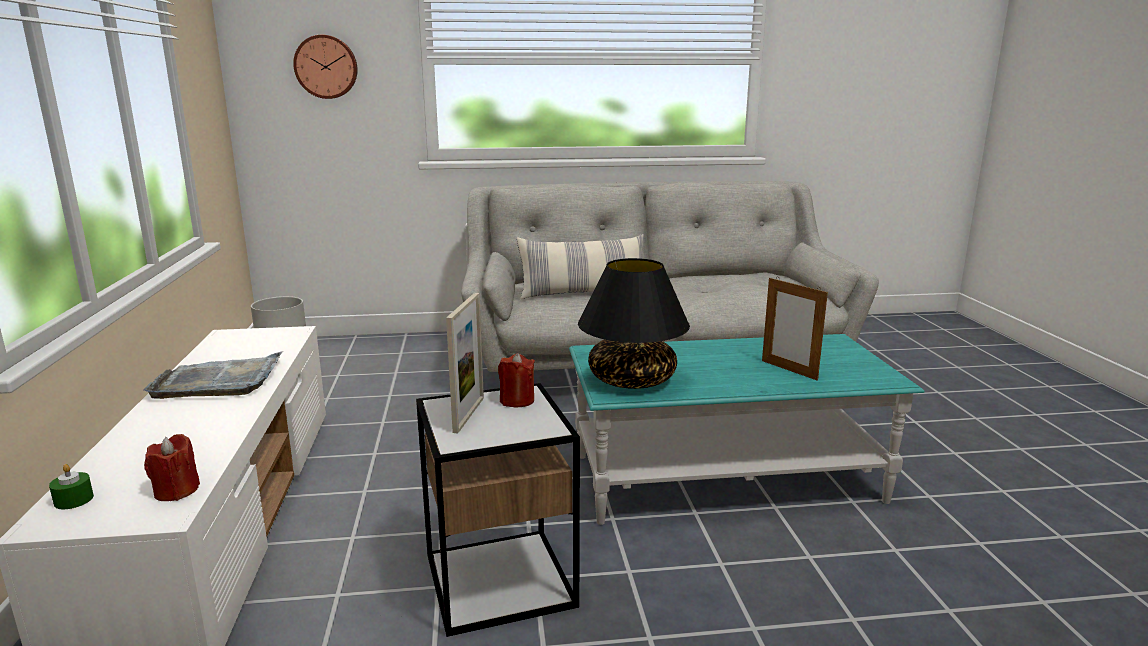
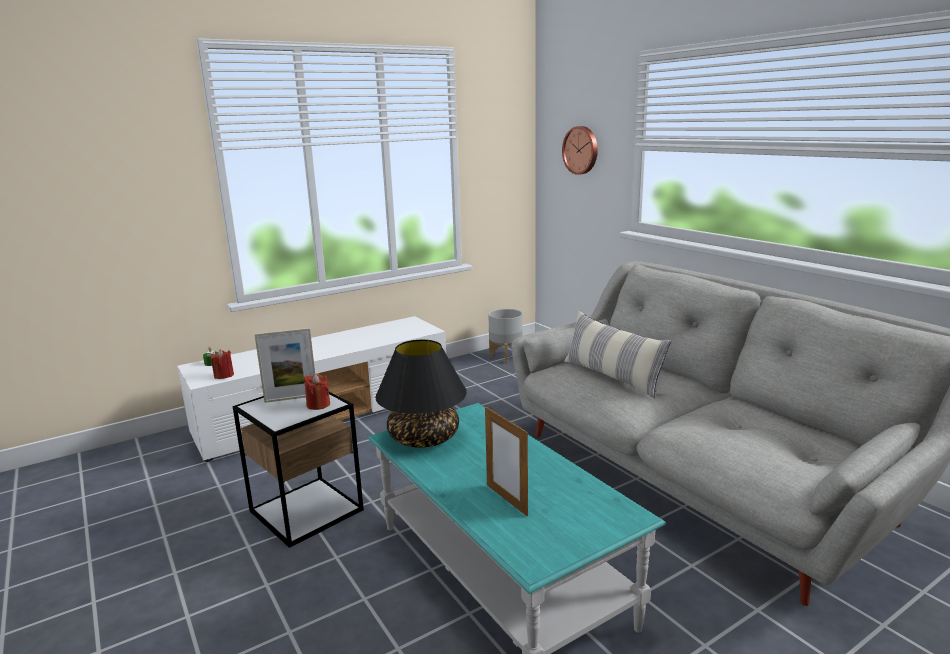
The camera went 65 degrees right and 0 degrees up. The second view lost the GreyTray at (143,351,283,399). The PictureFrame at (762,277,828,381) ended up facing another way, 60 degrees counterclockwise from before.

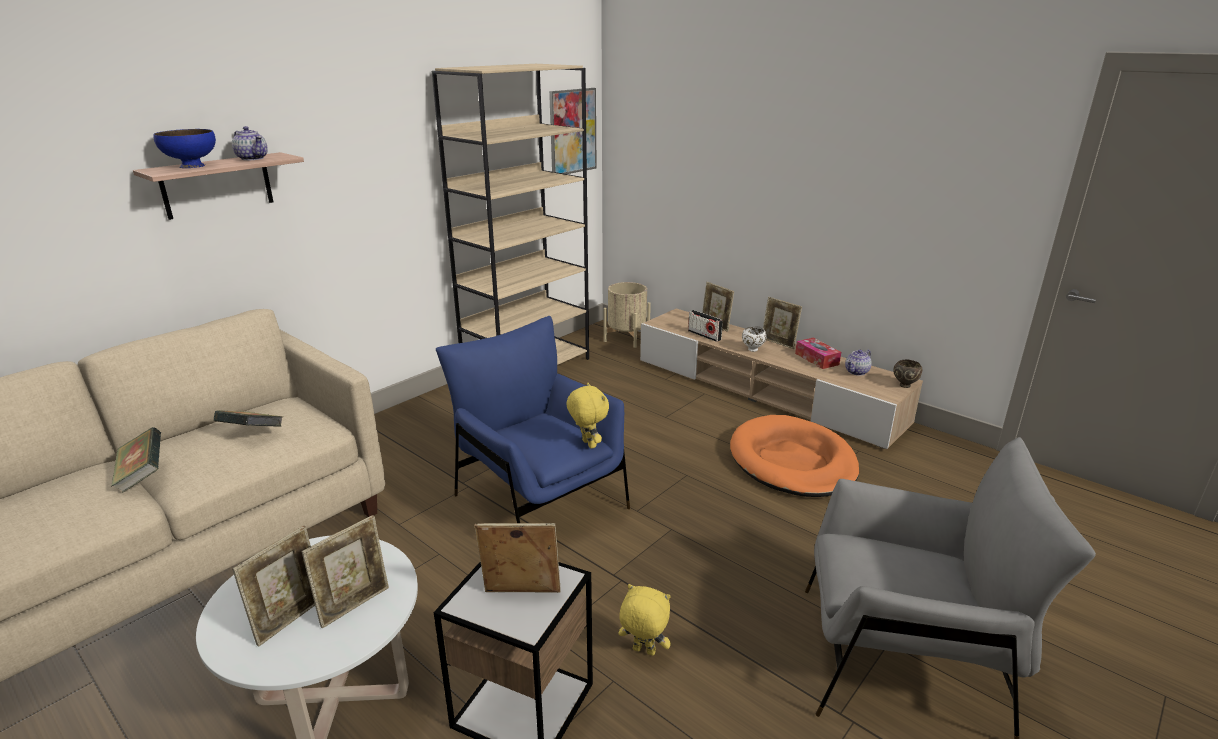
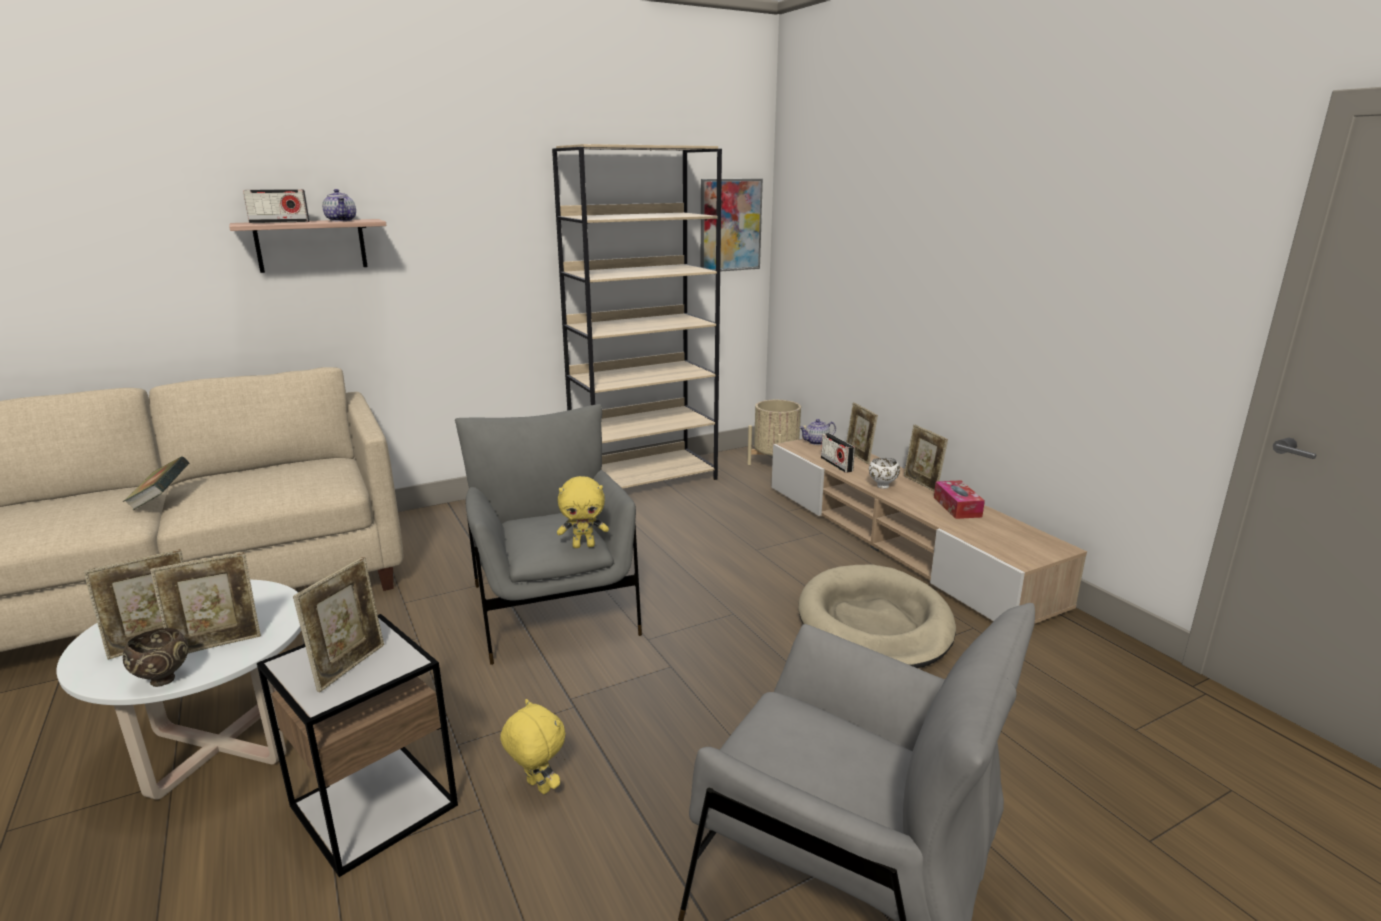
The camera went 20 degrees right and 5 degrees down. Where the BlueBowl stood at (153,129,216,168), the Radio came to stand at (243,189,309,223). The second view lost the Book at (214,410,283,427). What was the BlueArmchair at (436,316,630,523) turned into the GreyArmchair at (455,404,642,665). The PictureFrame at (475,523,561,593) ended up facing another way, 90 degrees clockwise from before. The YellowPlushToy at (567,382,609,449) ended up facing another way, 90 degrees clockwise from before. What was the OrangeDogBed at (730,415,859,497) turned into the BeigeDogBed at (798,565,956,668). The Teapot ended up elsewhere, having gone from (845,350,872,376) to (799,419,836,445). The BrownBowl ended up elsewhere, having gone from (893,359,922,388) to (123,628,189,687).

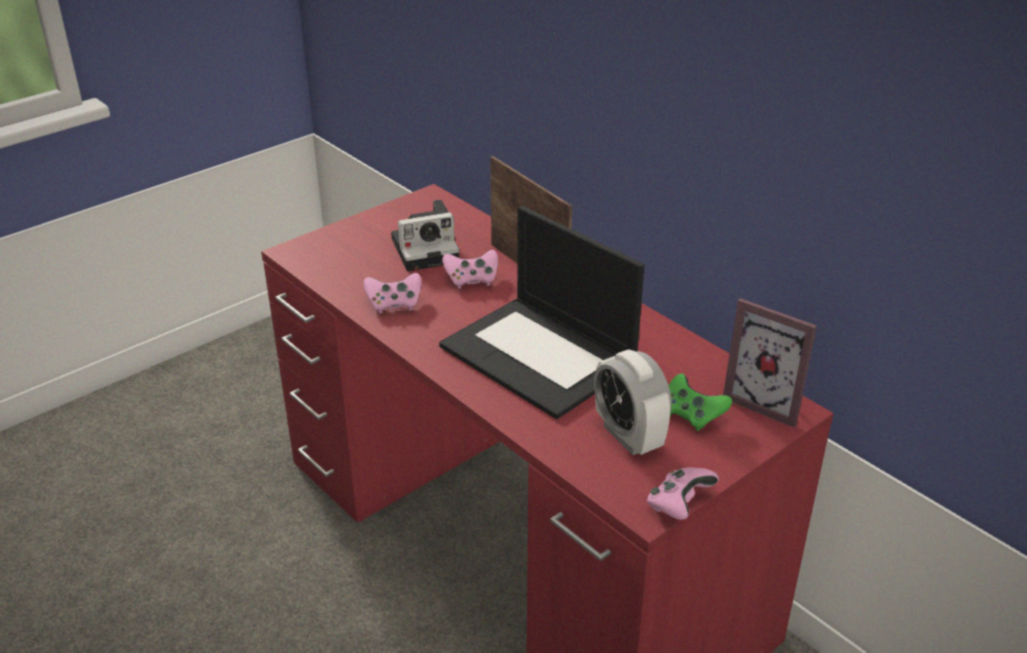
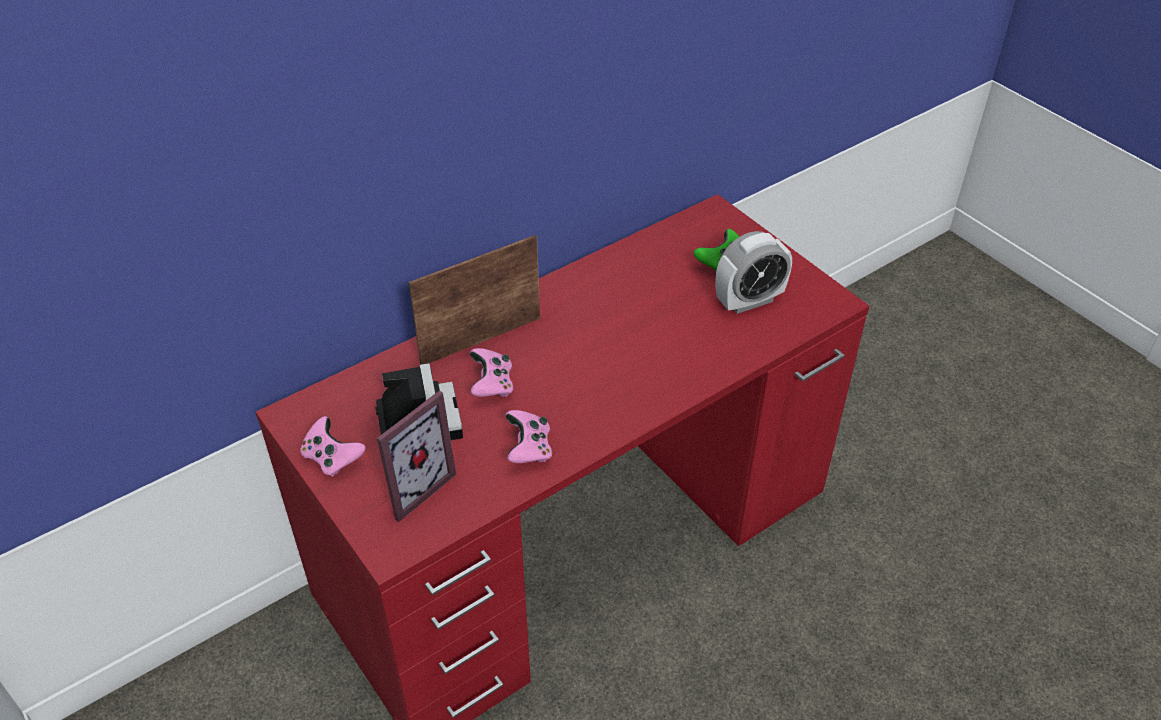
The camera went 85 degrees left and 10 degrees up. The second view lost the Laptop at (439,206,645,419). The PinkGameController ended up elsewhere, having gone from (647,468,719,520) to (300,416,366,477). The PictureFrame ended up elsewhere, having gone from (723,298,817,428) to (377,391,456,522).

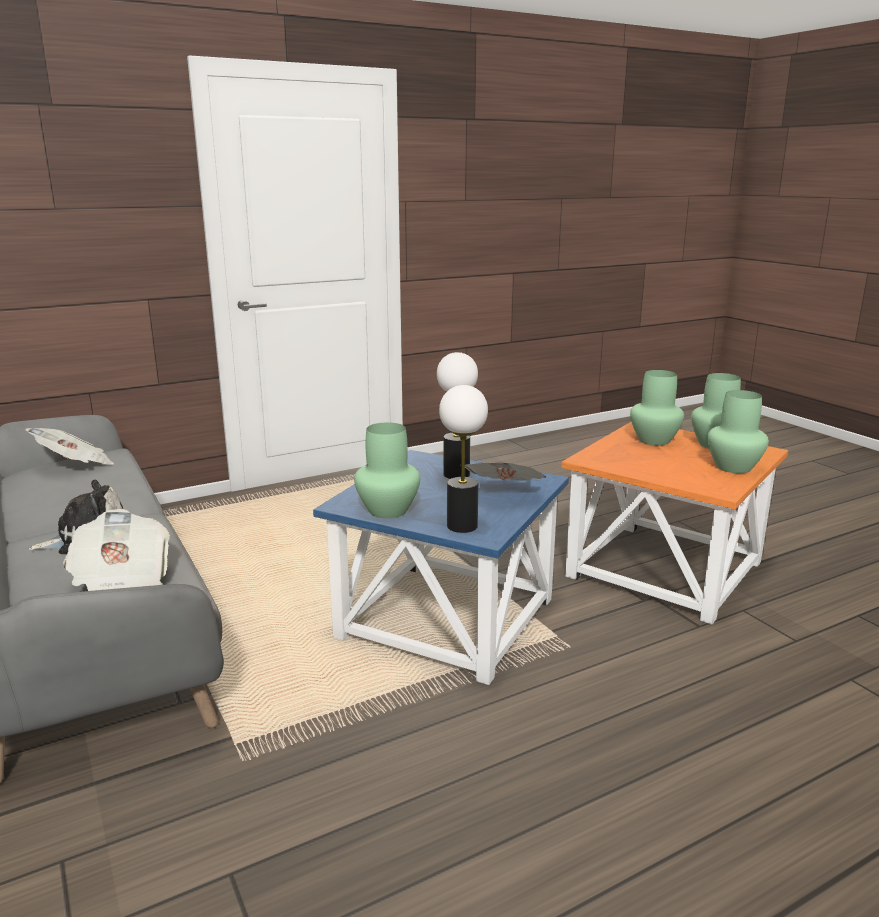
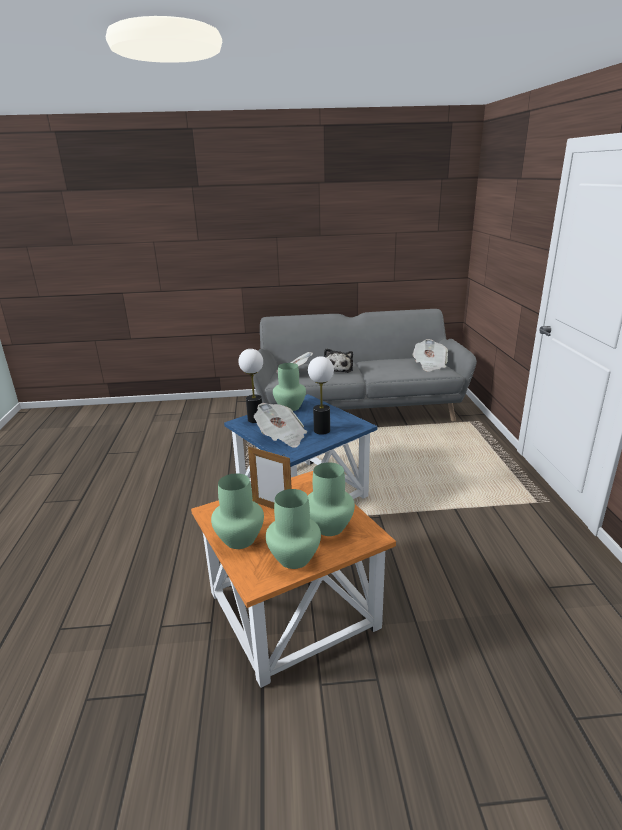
The camera went 115 degrees right and 5 degrees up. The second view gained the PictureFrame at (248,446,292,509).

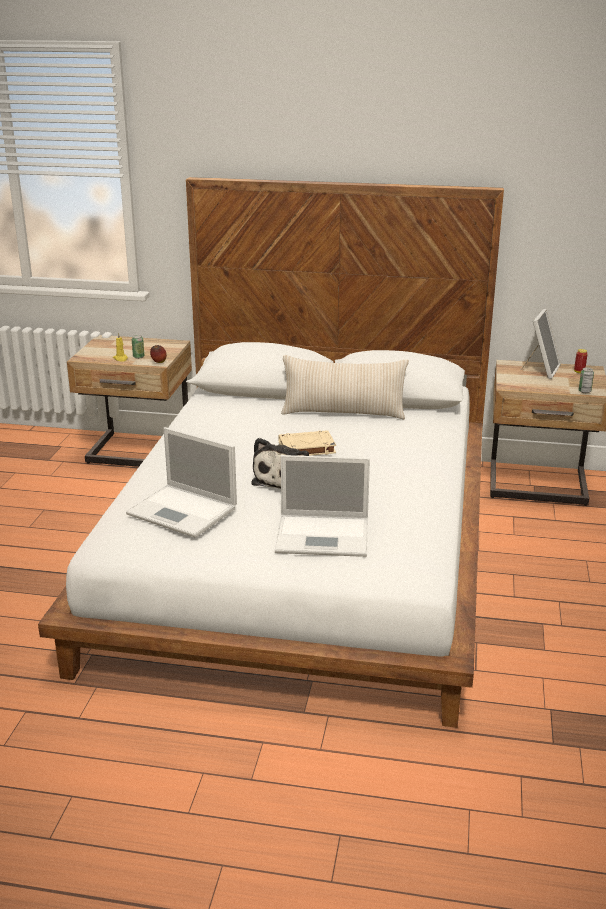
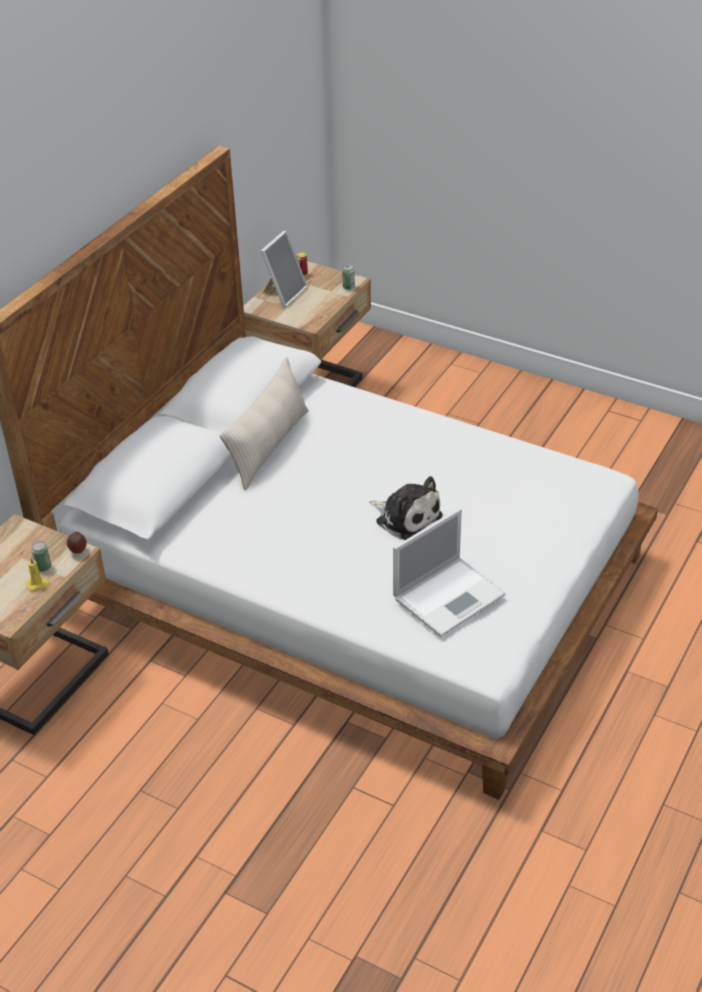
The camera went 70 degrees left and 15 degrees up. The second view lost the Laptop at (275,455,370,557). The second view lost the BeigeBook at (278,430,336,456). The PictureFrame at (521,309,561,379) ended up facing another way, 75 degrees clockwise from before.

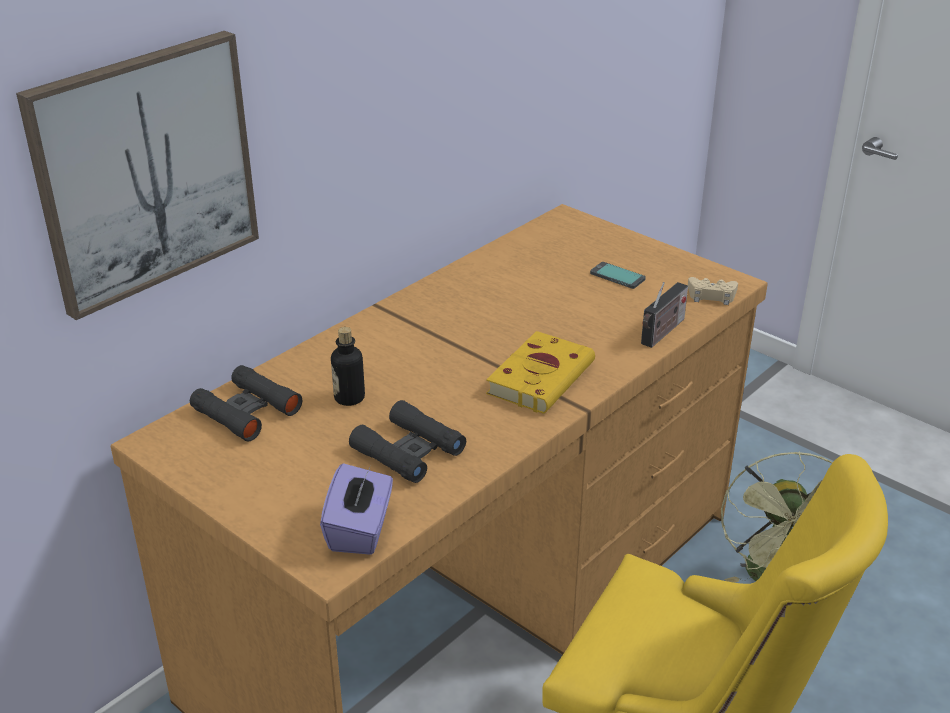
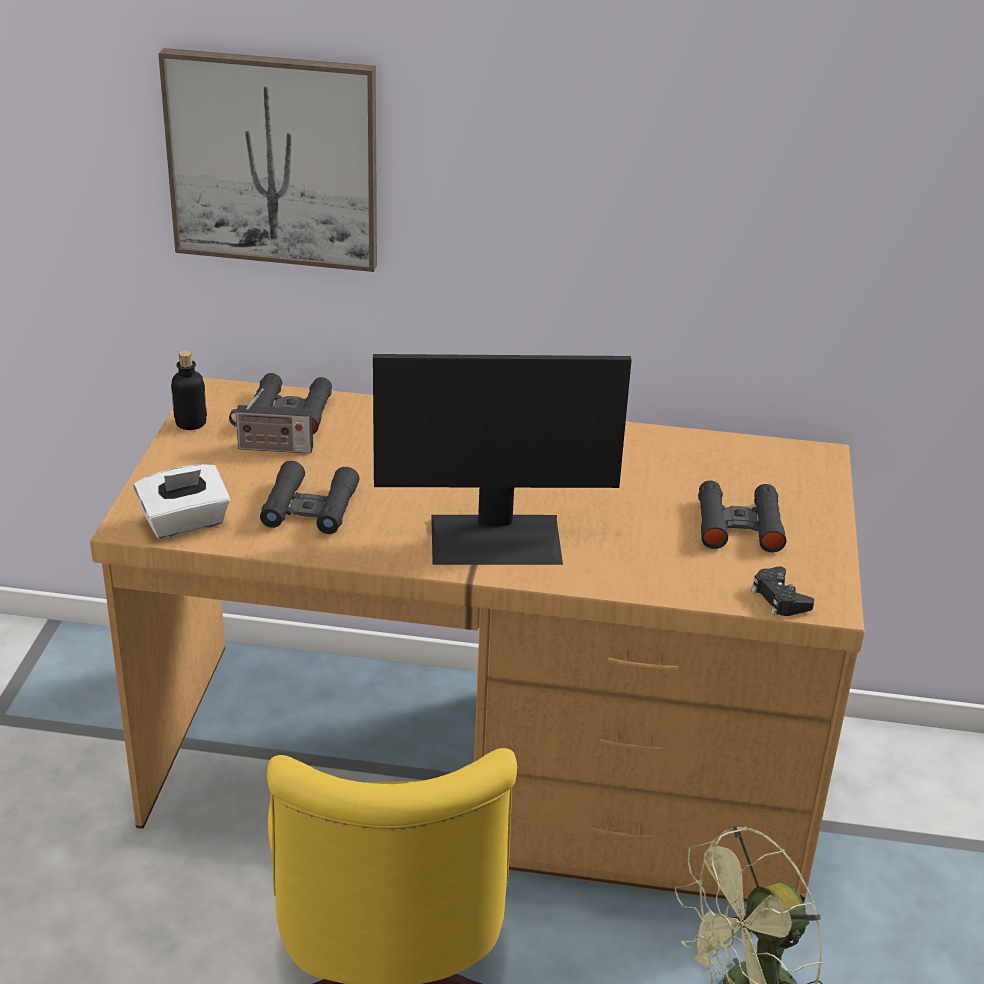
The camera went 55 degrees right and 0 degrees up. What was the PurpleTissueBox at (320,463,393,555) turned into the WhiteTissueBox at (134,464,230,539). The Bottle ended up elsewhere, having gone from (331,327,365,406) to (171,350,207,430). Where the YellowBook stood at (486,331,595,414), the Monitor came to stand at (373,354,632,565). Where the Phone stood at (590,262,646,289), the BlackBinoculars came to stand at (698,481,786,552). The Radio ended up elsewhere, having gone from (641,282,688,348) to (229,388,313,454). What was the BeigeGameController at (688,277,738,305) turned into the BlackGameController at (751,566,814,616).

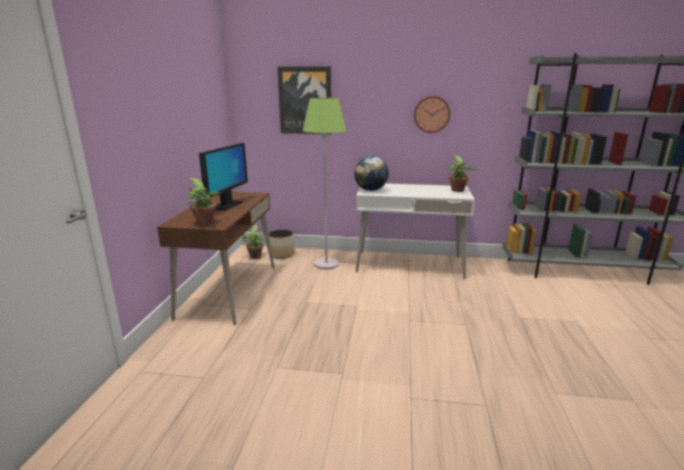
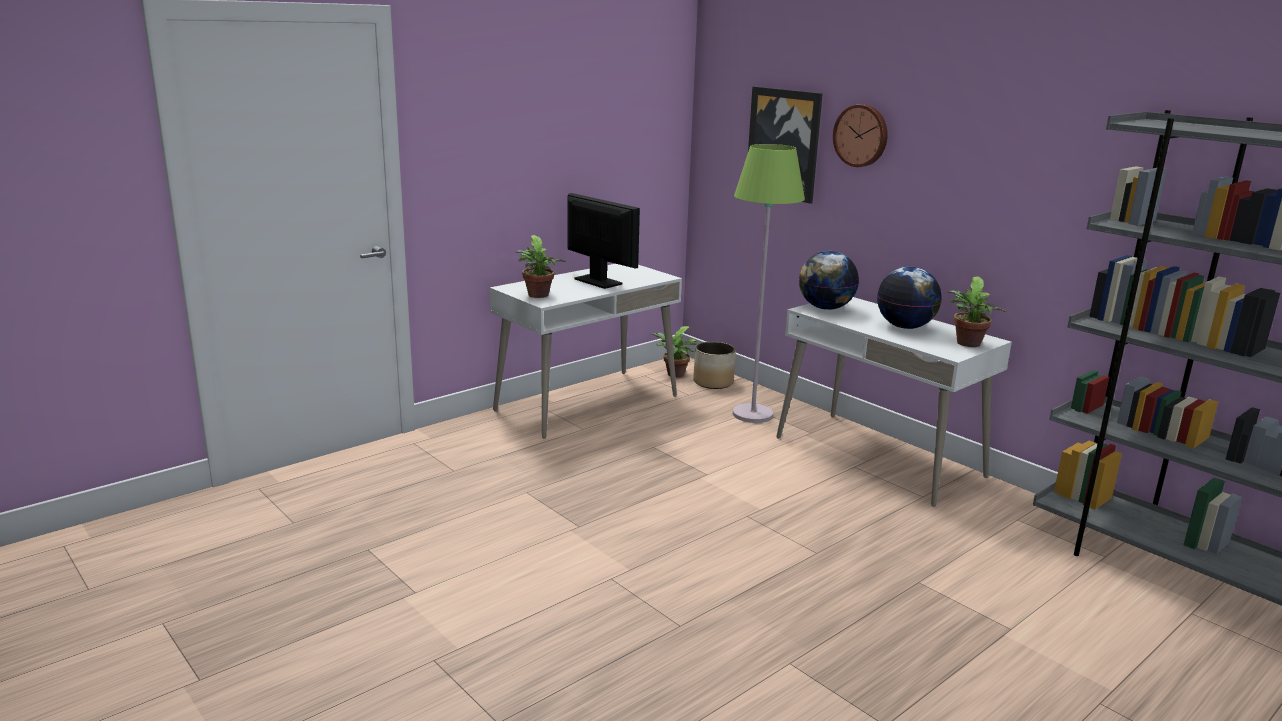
The camera went 40 degrees right and 0 degrees up. What was the BrownDesk at (157,192,275,325) turned into the WhiteDesk at (490,264,682,439). The Monitor at (199,143,248,211) ended up facing another way, 105 degrees counterclockwise from before. The WallClock ended up elsewhere, having gone from (414,96,450,133) to (833,104,888,167). The second view gained the Globe at (877,267,942,329).

